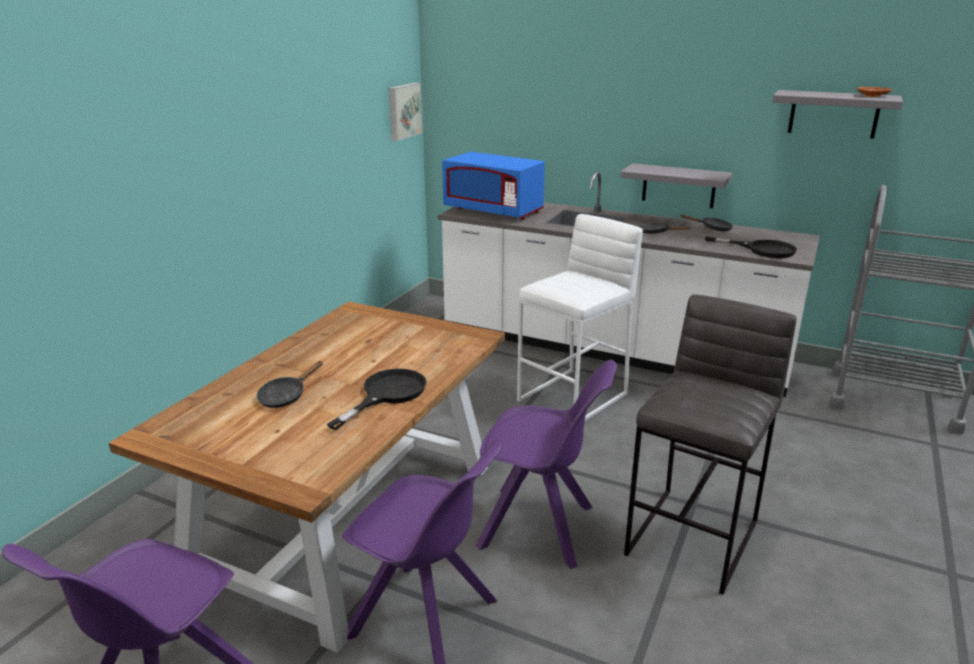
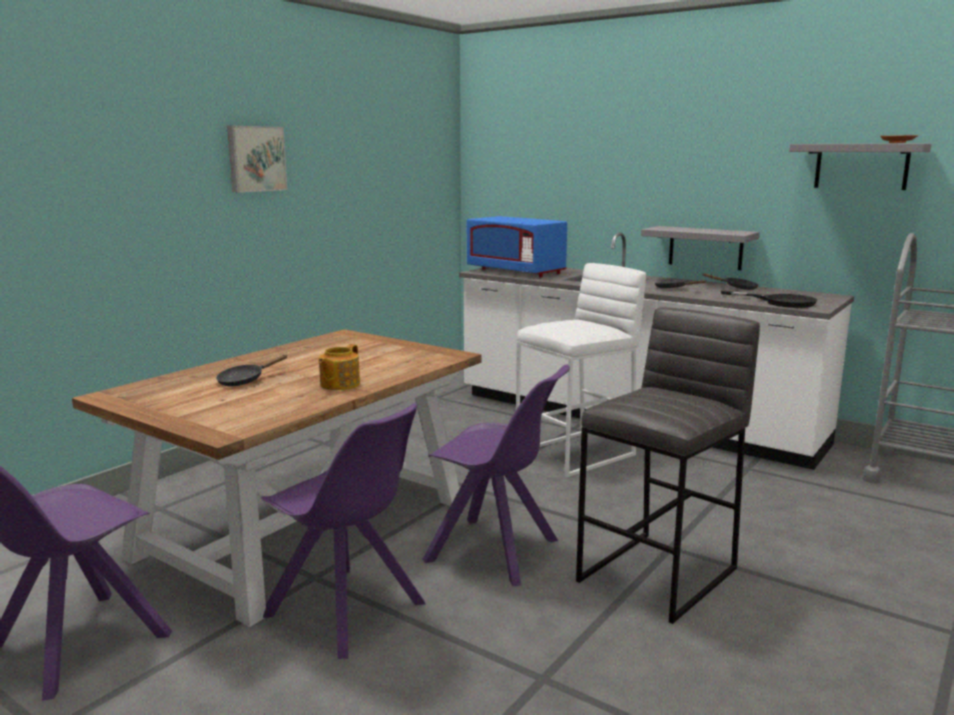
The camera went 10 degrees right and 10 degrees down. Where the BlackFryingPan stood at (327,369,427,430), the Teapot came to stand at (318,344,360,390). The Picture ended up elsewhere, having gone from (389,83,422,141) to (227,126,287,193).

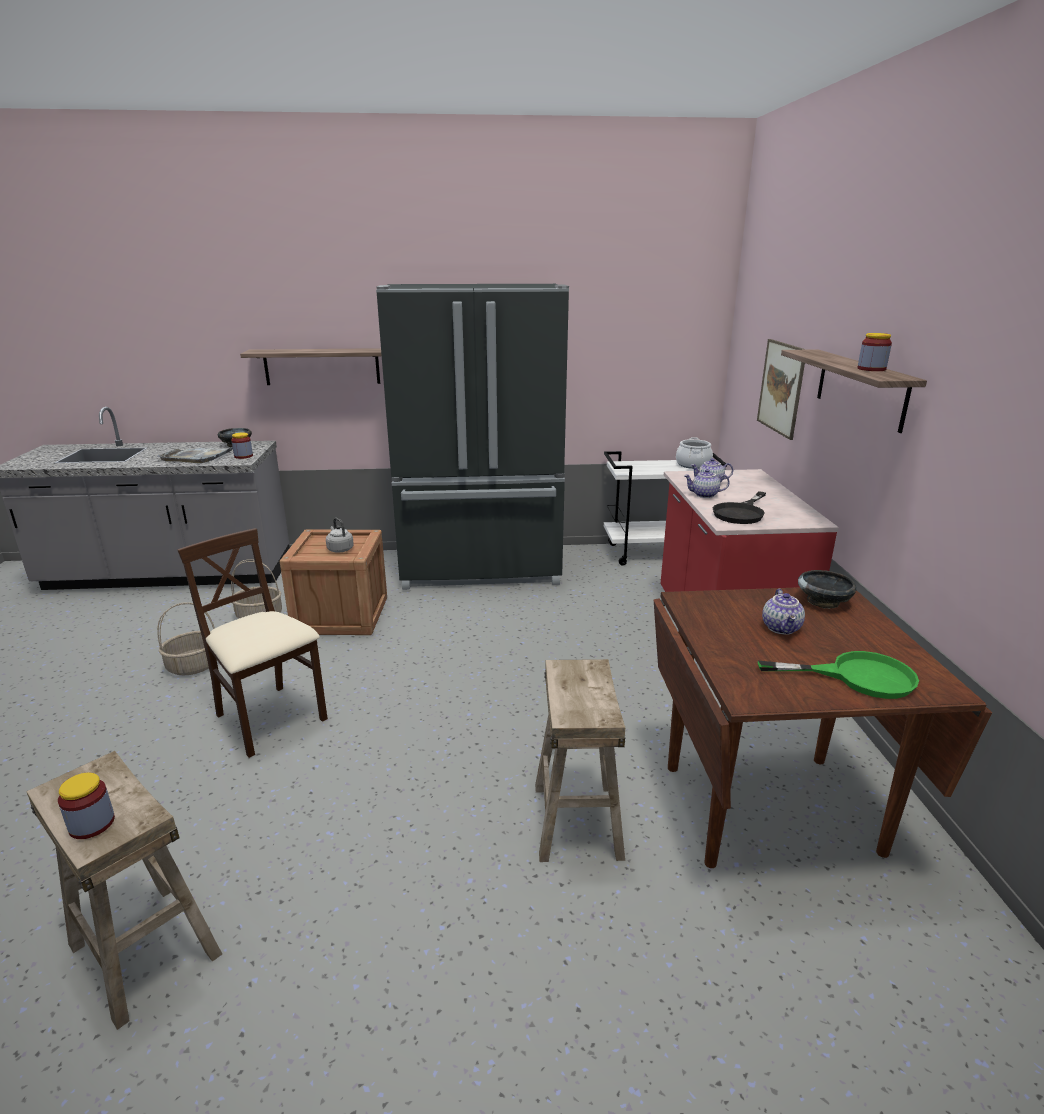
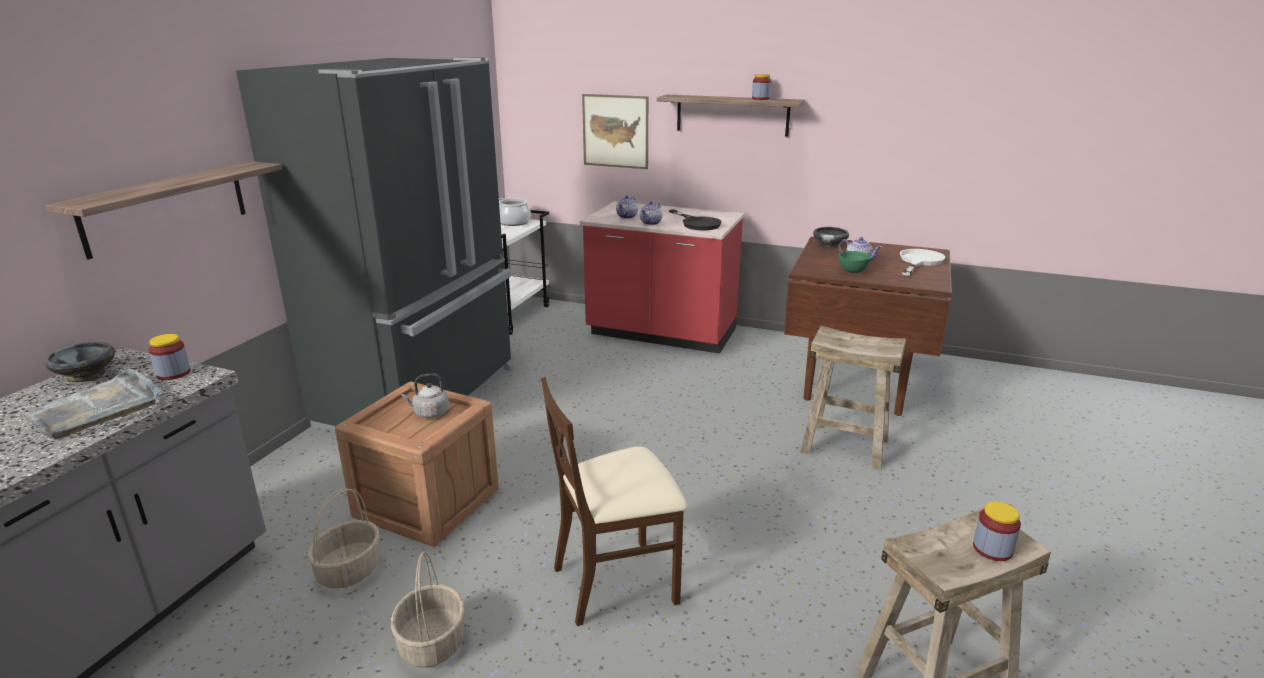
The camera went 65 degrees left and 0 degrees up. What was the GreenFryingPan at (758,651,919,699) turned into the WhiteFryingPan at (900,249,945,276). The second view gained the GreenBowl at (839,251,871,273).

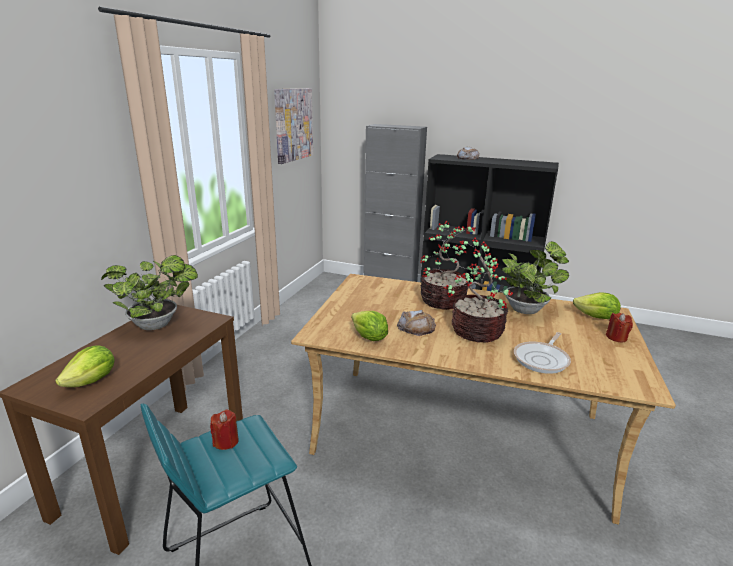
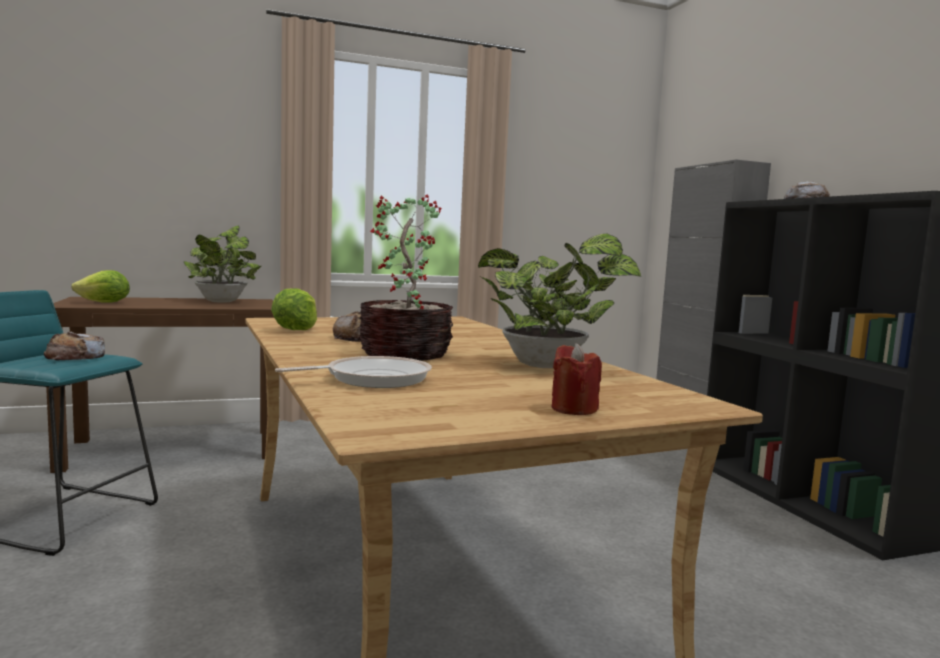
The camera went 50 degrees right and 15 degrees down. Where the RedCandle stood at (210,410,239,450), the Bread came to stand at (44,332,105,360). The second view lost the Picture at (274,88,313,164). The second view lost the PottedPlant at (421,221,481,310). The FryingPan at (514,332,571,374) ended up facing another way, 150 degrees clockwise from before. The second view lost the Lettuce at (573,292,621,319).

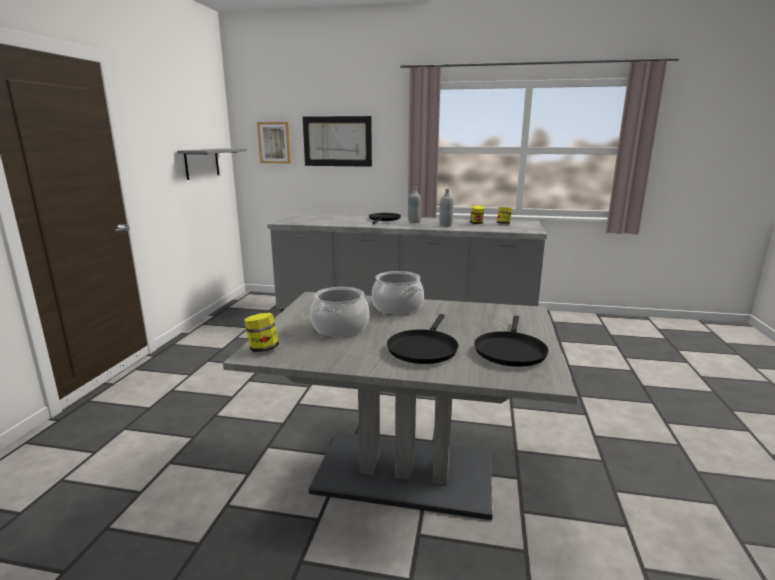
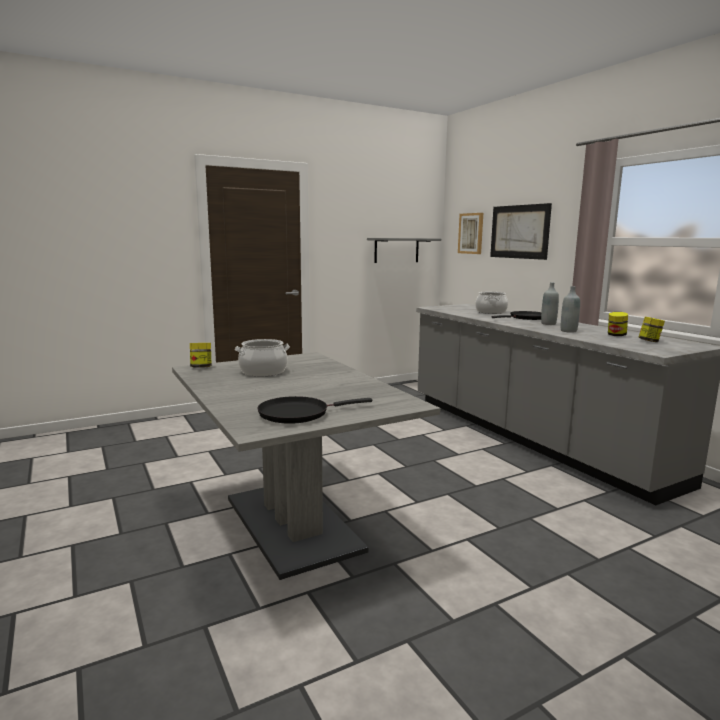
The camera went 50 degrees right and 5 degrees down. The CookingPot ended up elsewhere, having gone from (372,271,424,315) to (475,292,508,314). The second view lost the BlackFryingPan at (387,314,459,364).

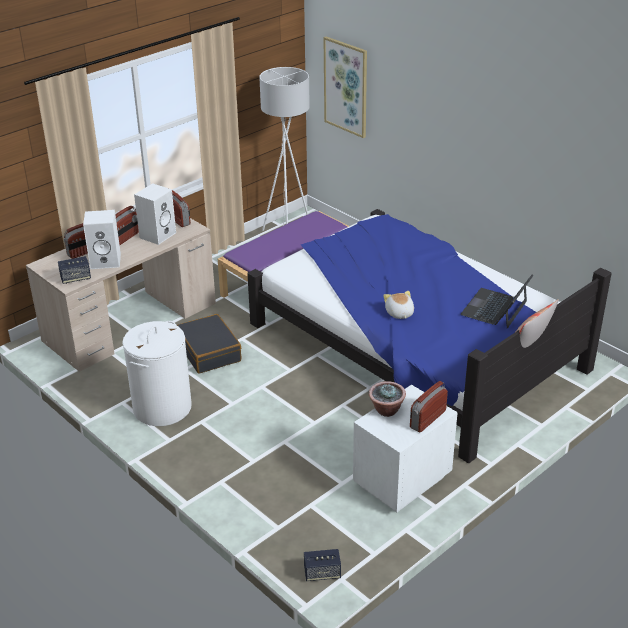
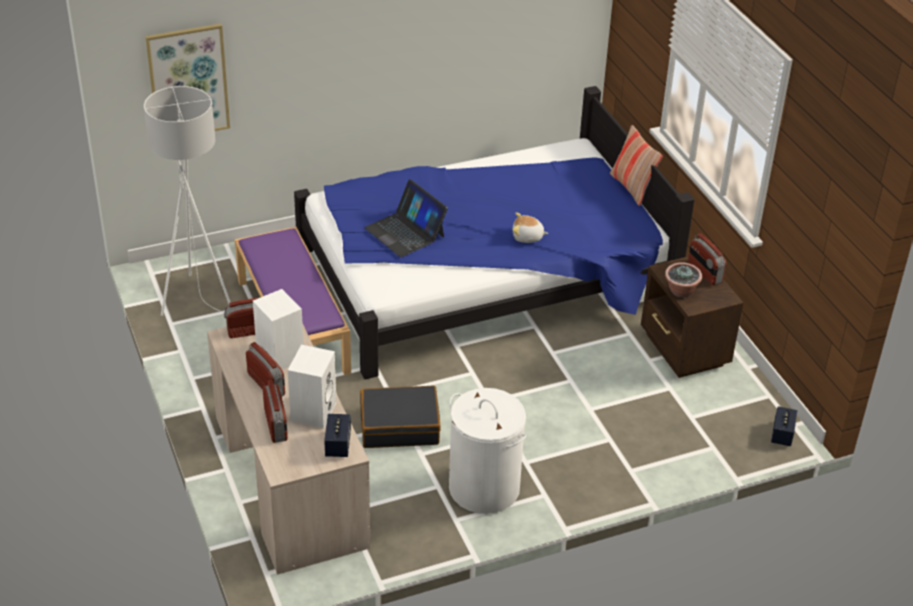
The camera went 70 degrees left and 5 degrees up. What was the WhiteNightstand at (353,385,458,512) turned into the BrownNightstand at (641,256,743,378). The Laptop ended up elsewhere, having gone from (460,275,534,329) to (364,179,448,257).

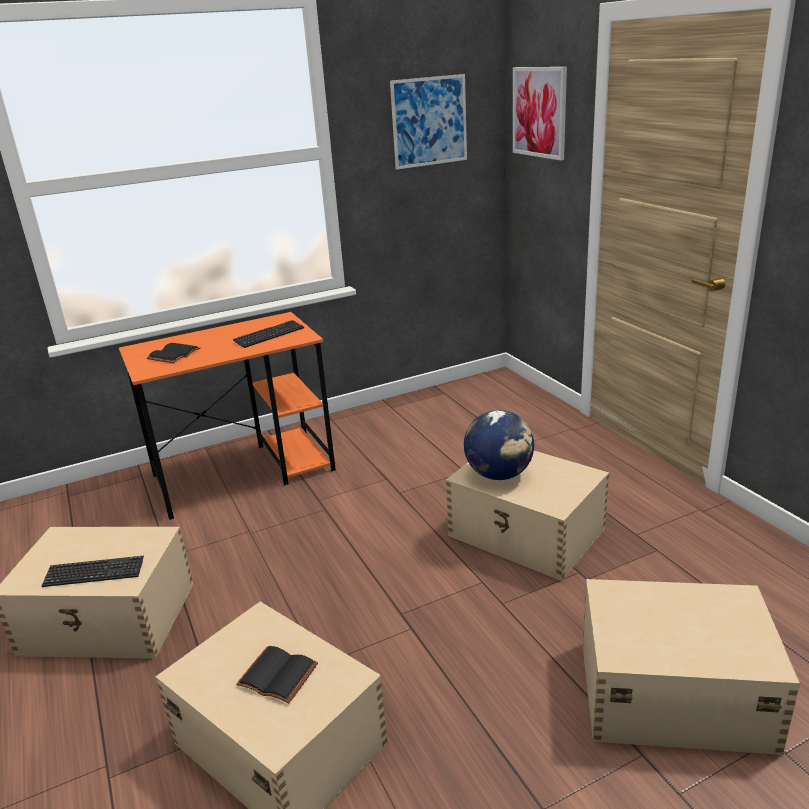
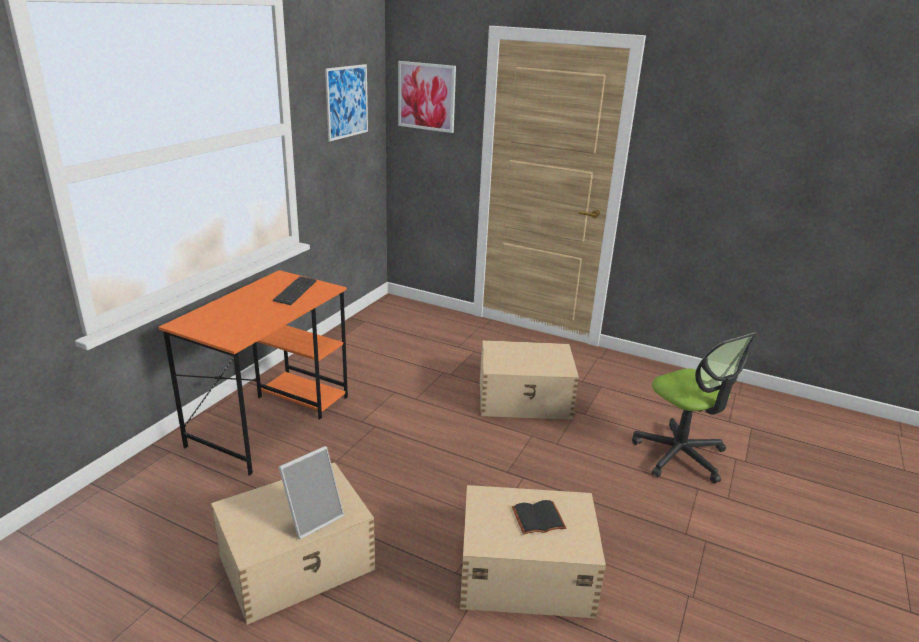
The camera went 40 degrees left and 0 degrees up. Where the Keyboard stood at (42,556,144,587), the PictureFrame came to stand at (279,446,344,540). The second view lost the BlackBook at (147,343,200,363). The second view lost the Globe at (464,410,534,480). Where the BeigeStorageBox stood at (582,579,800,755), the OfficeChair came to stand at (632,333,757,483).

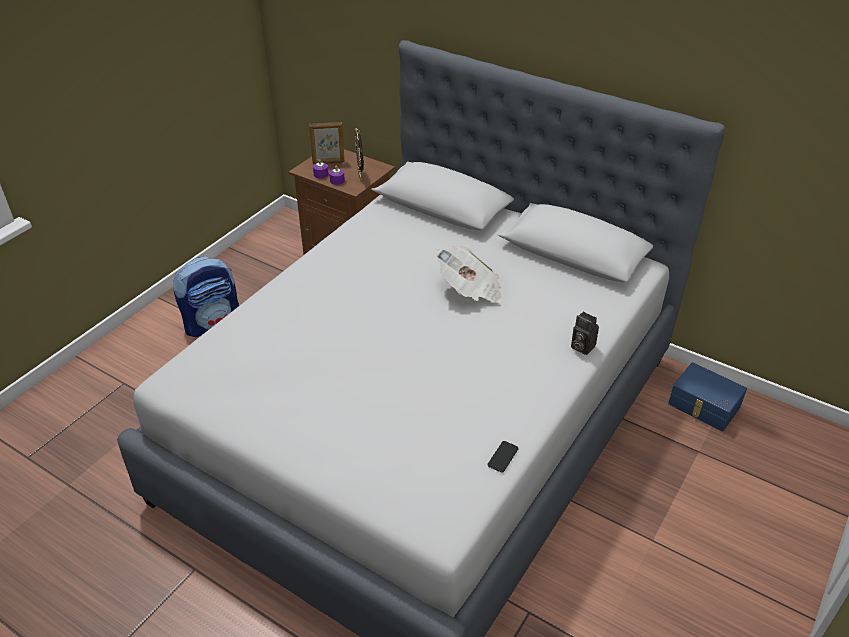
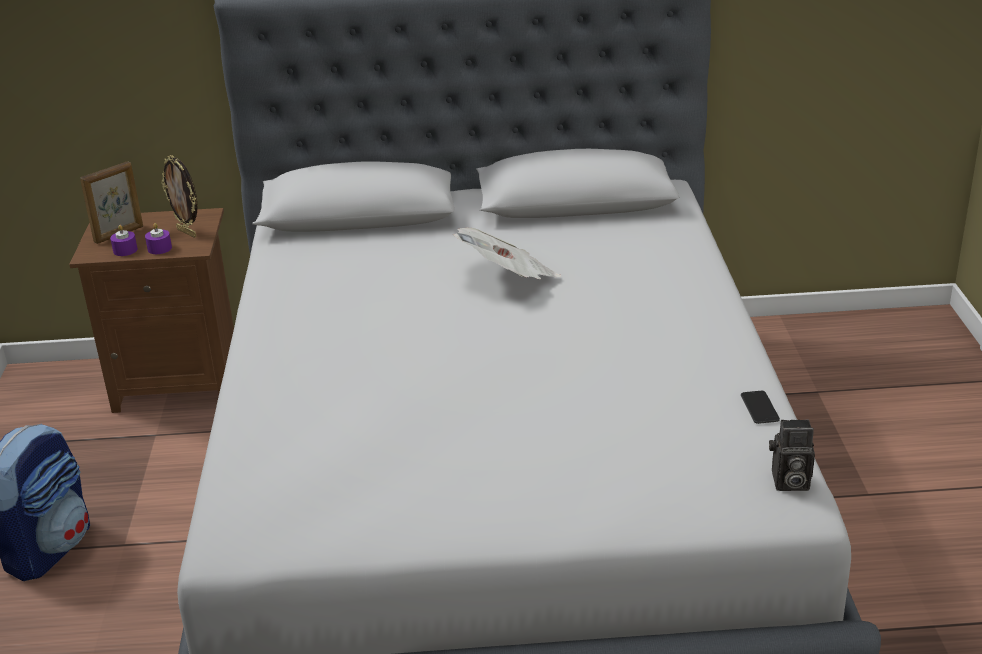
The camera went 35 degrees left and 10 degrees down. The PhotoCamera ended up elsewhere, having gone from (571,311,599,355) to (769,419,815,491). The second view lost the BlueStorageBox at (668,362,747,431).

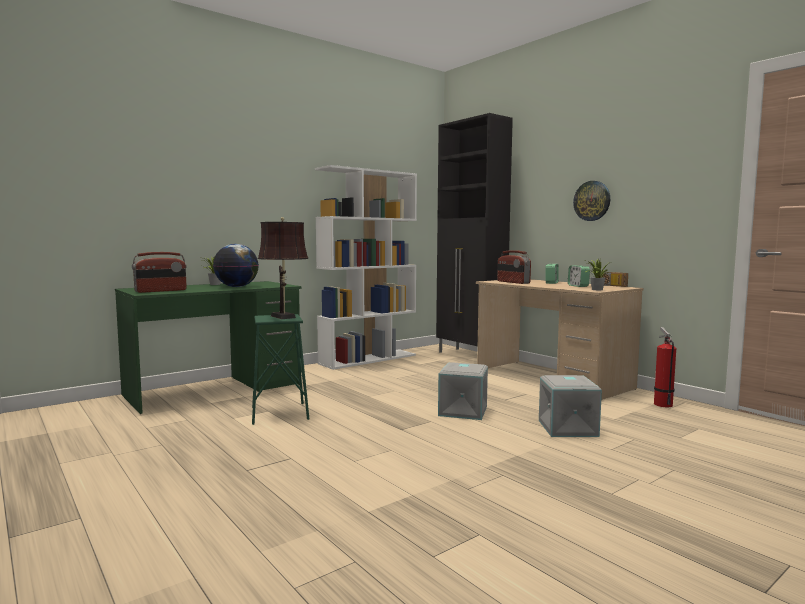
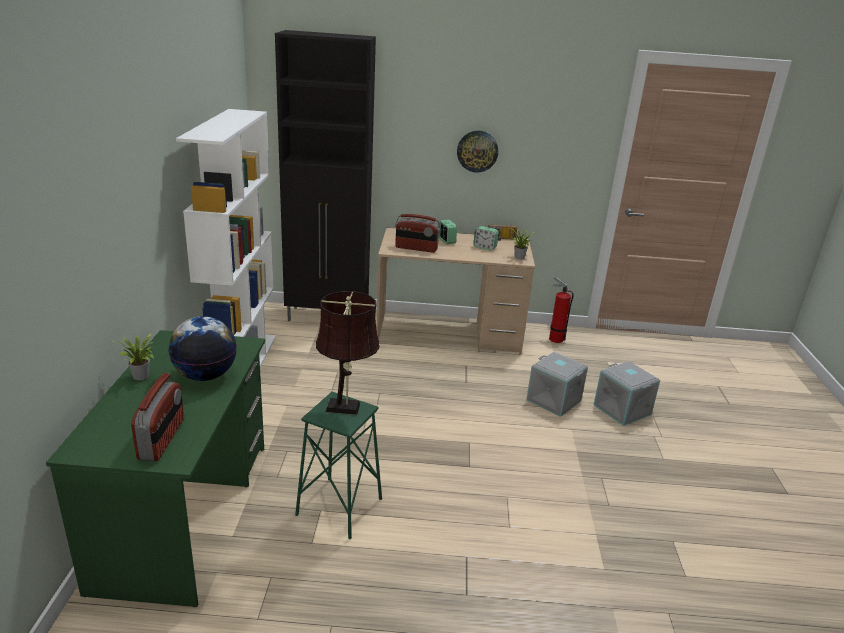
The camera went 50 degrees left and 20 degrees up. The GreyStorageBox ended up elsewhere, having gone from (438,362,488,420) to (594,361,660,426).

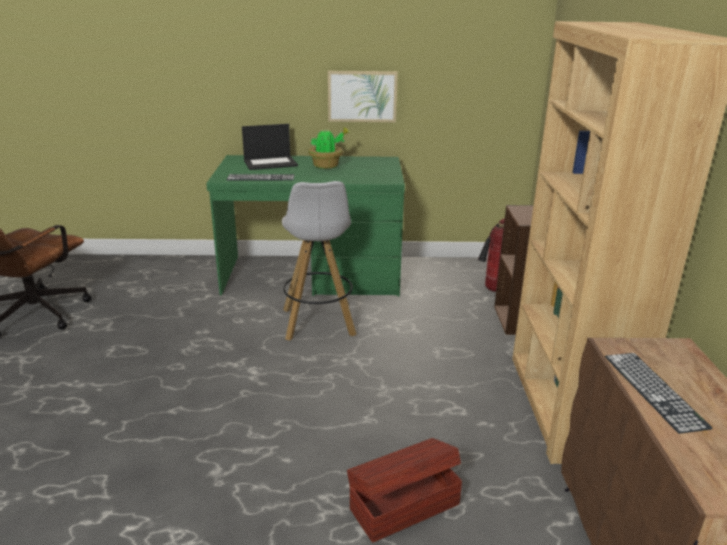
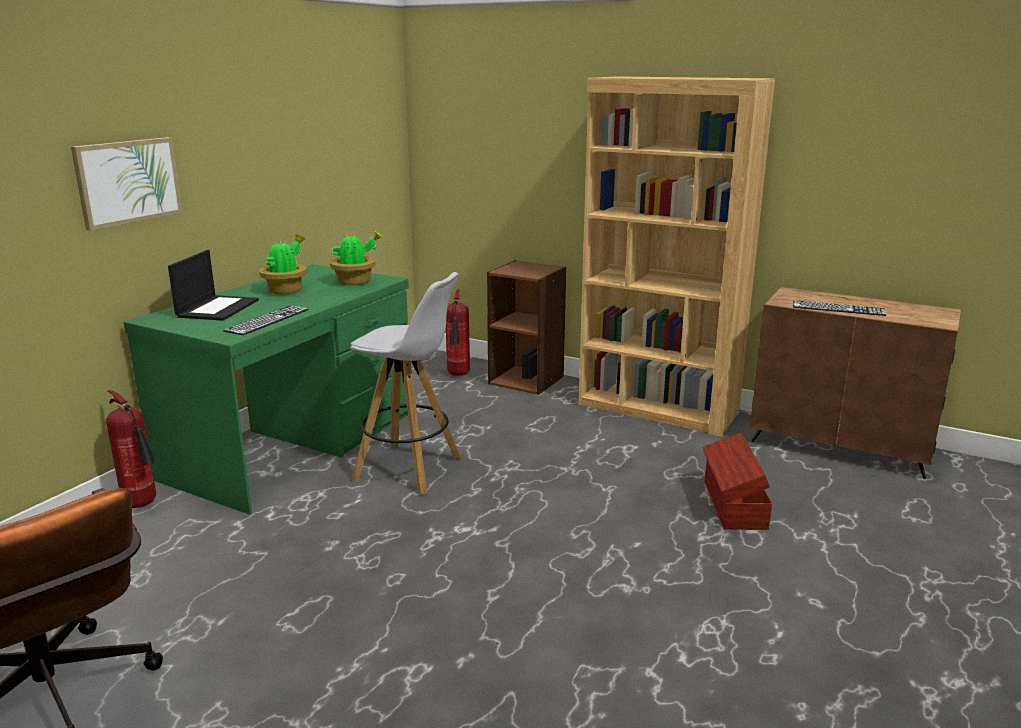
The camera went 60 degrees left and 5 degrees down. The Picture ended up elsewhere, having gone from (328,71,398,122) to (71,137,183,231). The second view gained the FireExtinguisher at (106,390,156,508). The second view gained the PottedPlant at (330,231,384,285).

